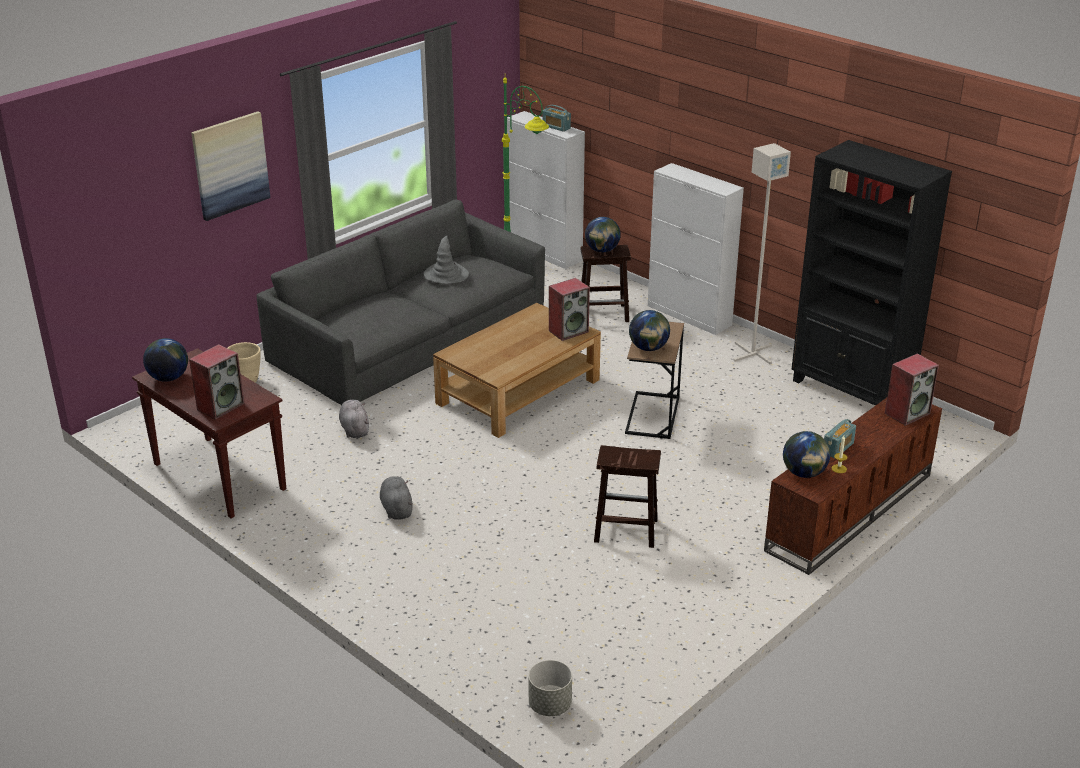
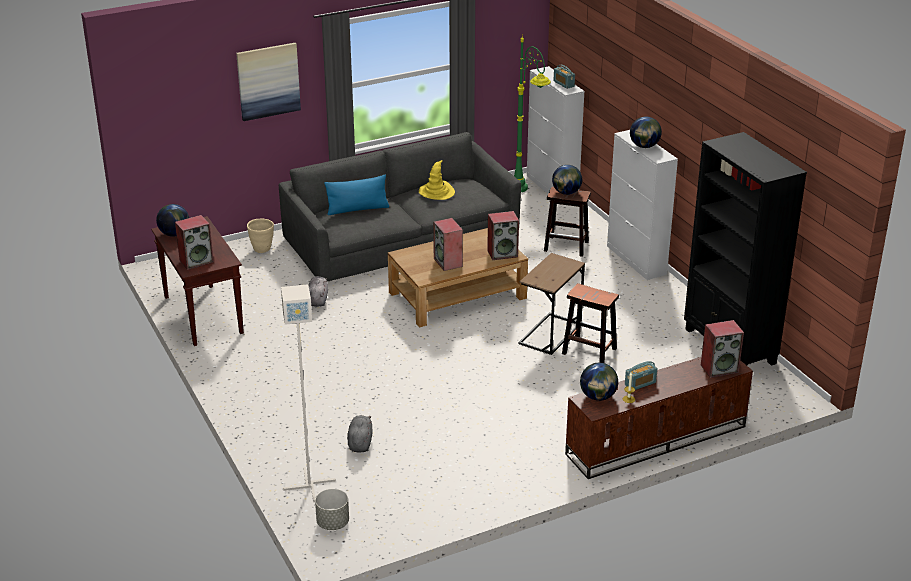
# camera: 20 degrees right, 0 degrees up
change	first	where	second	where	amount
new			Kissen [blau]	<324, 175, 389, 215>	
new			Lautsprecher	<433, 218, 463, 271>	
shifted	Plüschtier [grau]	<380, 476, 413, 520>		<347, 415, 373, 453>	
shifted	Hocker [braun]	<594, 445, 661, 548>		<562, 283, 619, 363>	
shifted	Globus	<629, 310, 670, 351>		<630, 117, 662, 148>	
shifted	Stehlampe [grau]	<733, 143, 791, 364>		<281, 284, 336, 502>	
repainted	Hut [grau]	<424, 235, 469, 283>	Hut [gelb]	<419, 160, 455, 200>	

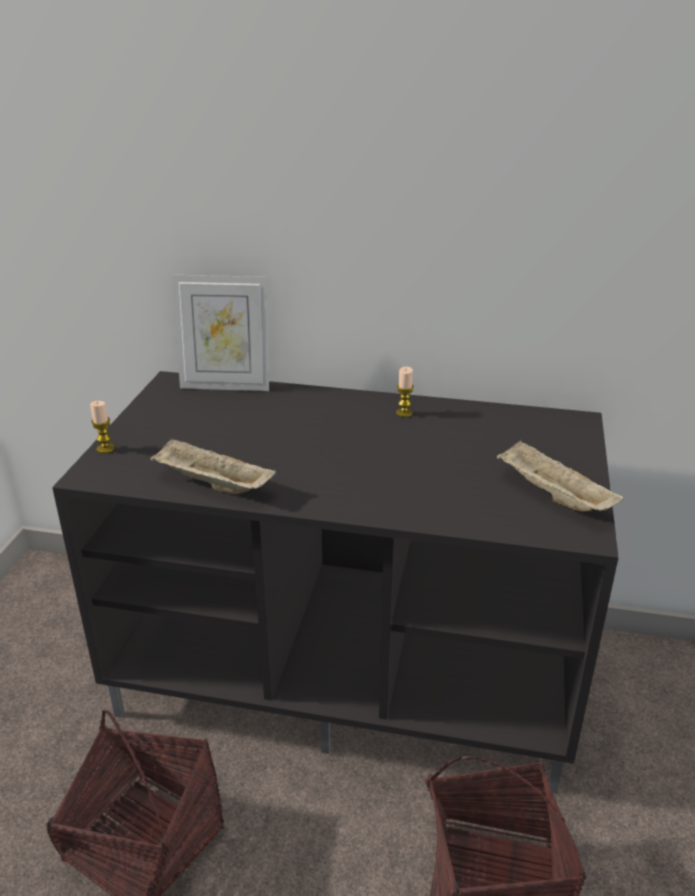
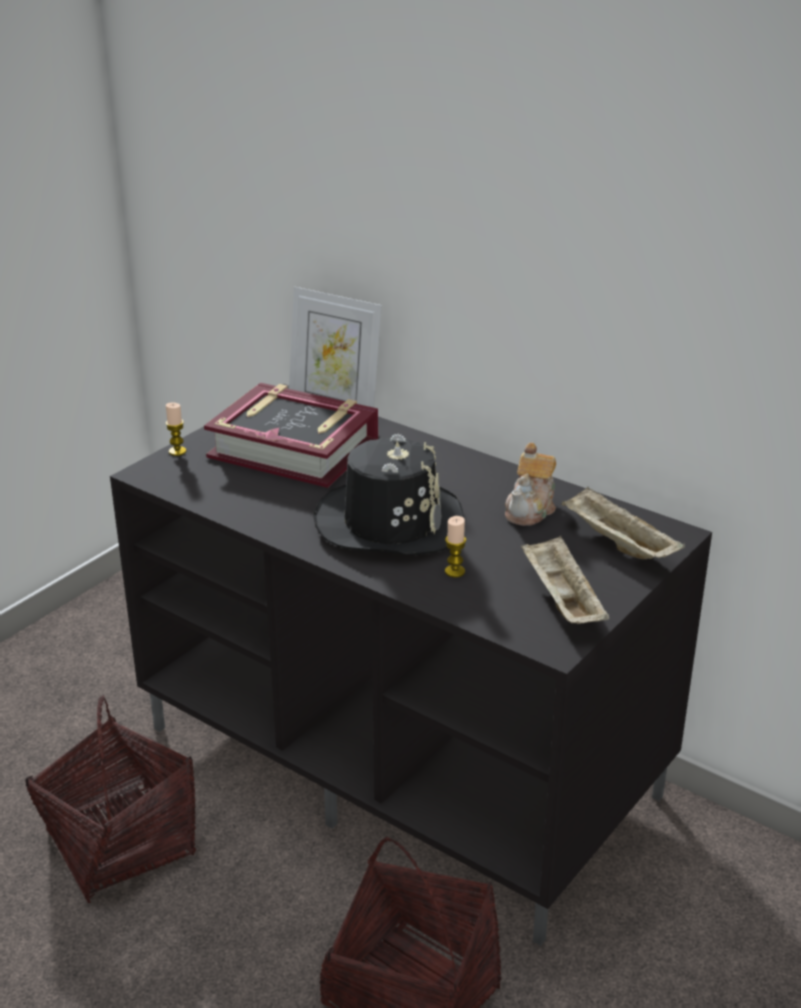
# camera: 25 degrees right, 0 degrees up
change	first	where	second	where	amount
new			Buch	<204, 383, 378, 488>	
new			Hut [schwarz]	<313, 434, 464, 555>	
new			Teekanne	<505, 443, 556, 526>	
shifted	Tablett [beige]	<151, 437, 276, 494>		<561, 486, 685, 559>	
shifted	Kerze	<396, 367, 414, 417>		<445, 516, 466, 578>	

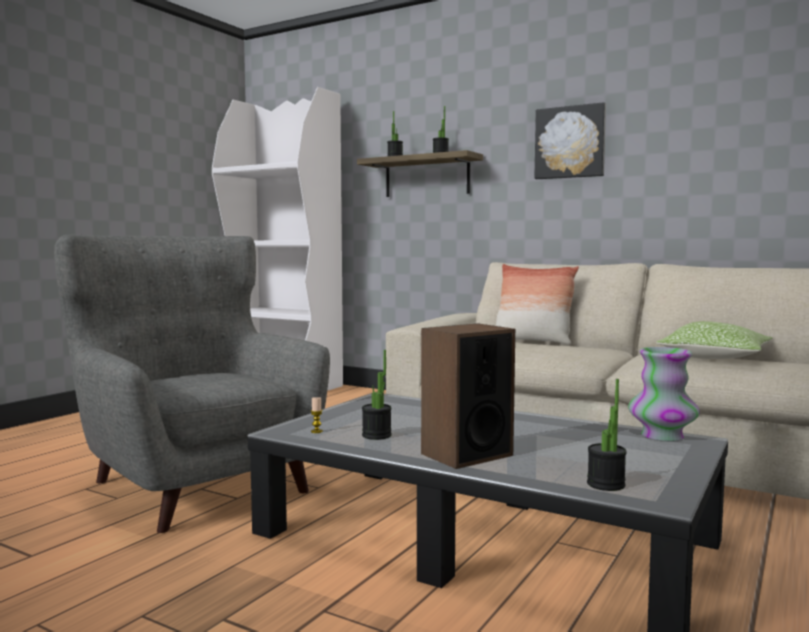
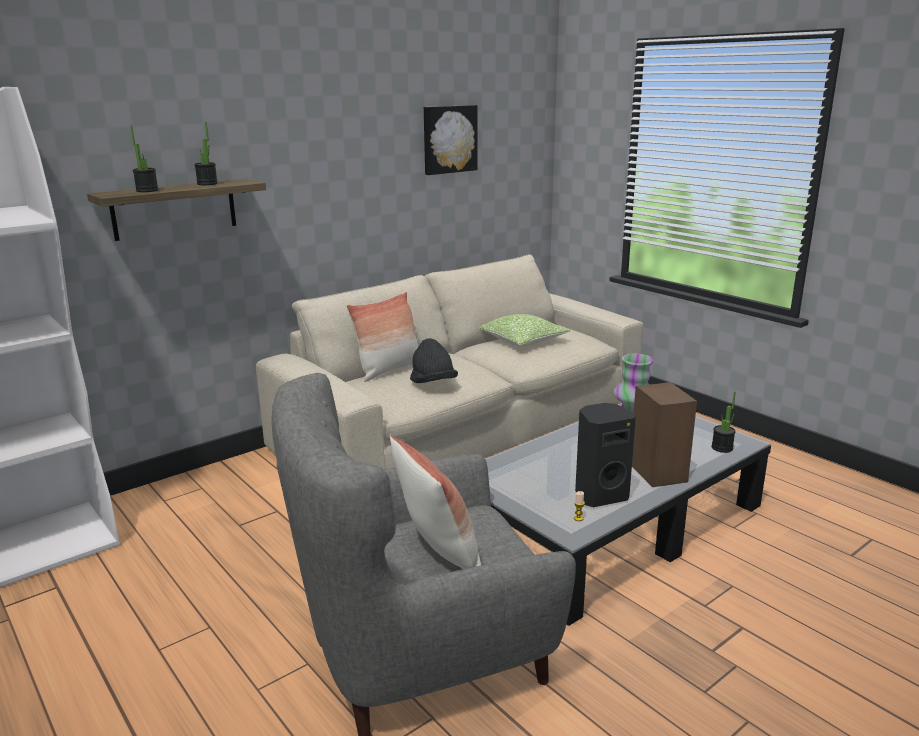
# camera: 70 degrees left, 15 degrees up
change	first	where	second	where	amount
new			Kissen	<390, 434, 481, 569>	
new			Hut [schwarz]	<410, 338, 458, 383>	
shifted	Bild	<534, 102, 606, 179>		<424, 105, 477, 175>	
swapped	Topfpflanze	<362, 350, 392, 440>	Lautsprecher [schwarz]	<575, 403, 636, 507>	

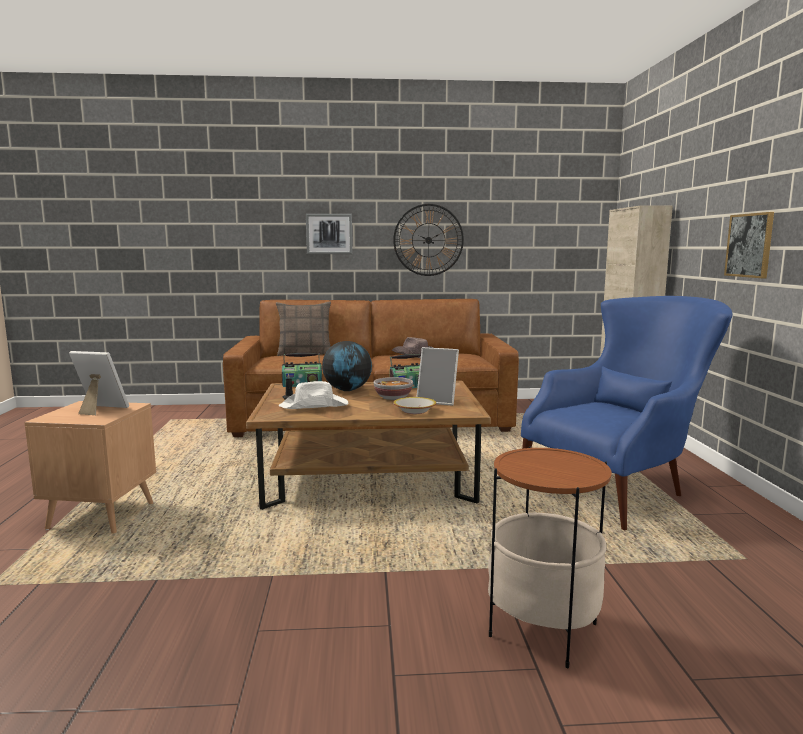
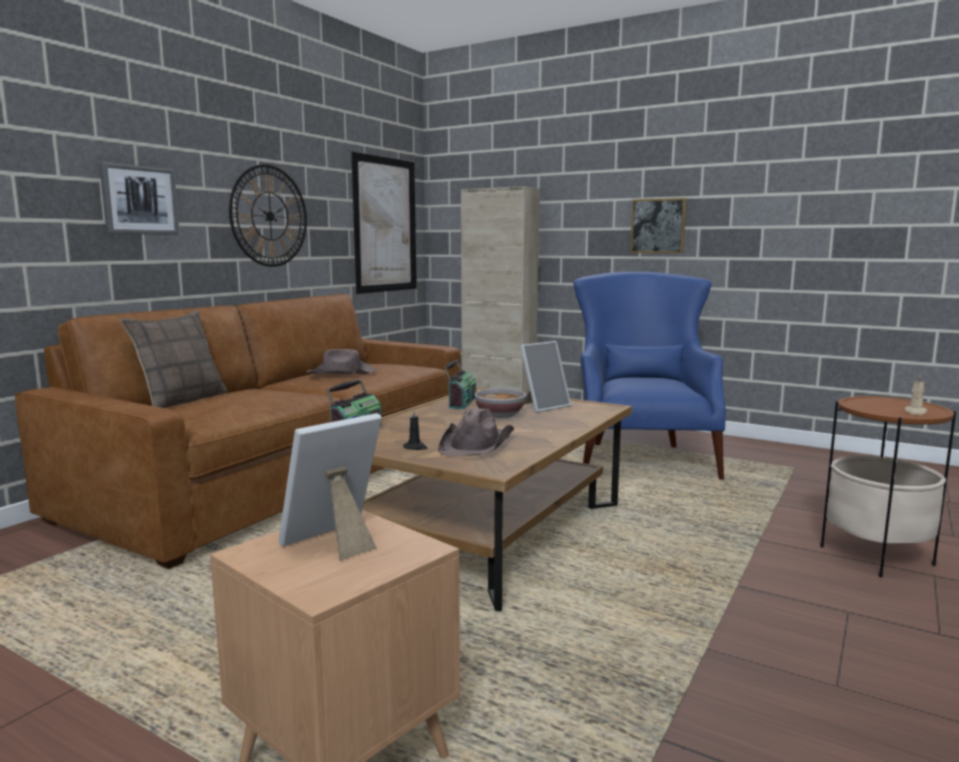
# camera: 55 degrees left, 0 degrees up
change	first	where	second	where	amount
gone	Globus	<322, 341, 372, 391>			
gone	Schüssel	<393, 397, 436, 414>			
new			Bild	<351, 151, 417, 294>	
new			Kerze [beige]	<904, 374, 928, 415>	
repainted	Hut [weiß]	<279, 381, 348, 409>	Hut [braun]	<438, 408, 514, 456>	

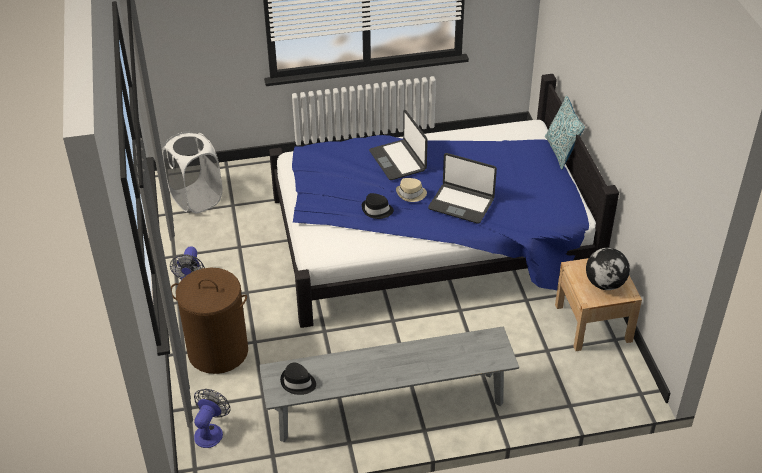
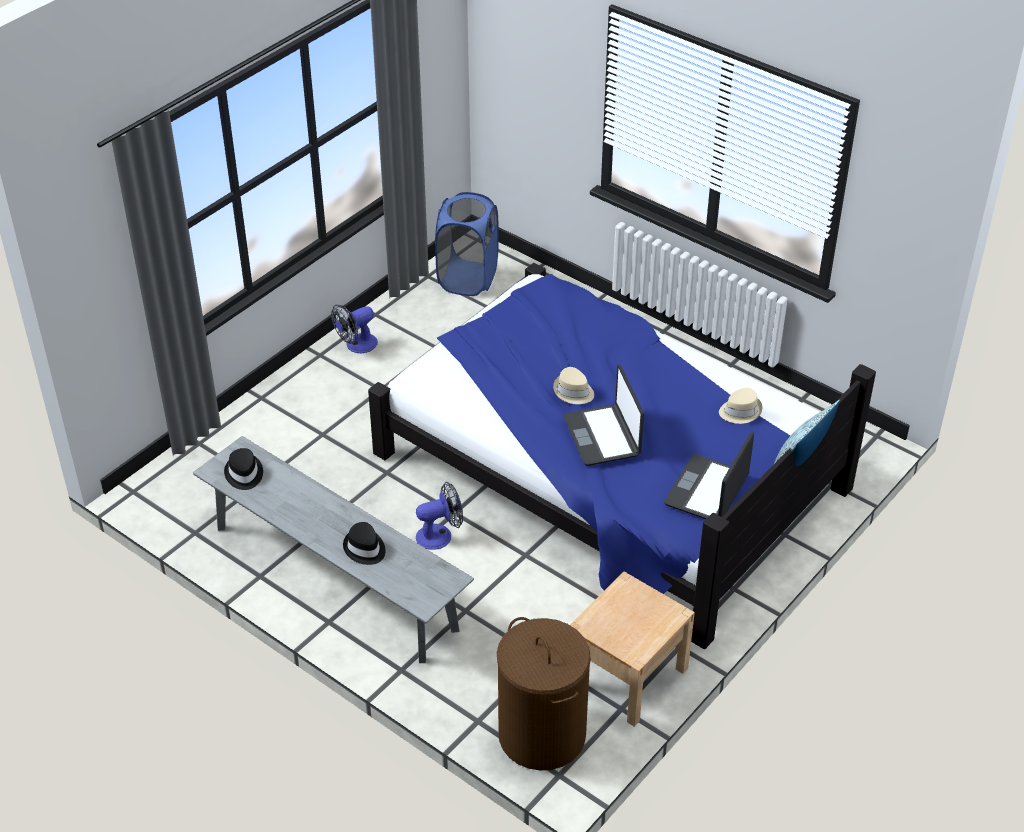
# camera: 50 degrees right, 0 degrees up
change	first	where	second	where	amount
gone	Globus	<586, 248, 630, 290>			
new			Hut [beige]	<719, 388, 763, 424>	
shifted	Wäschekorb [braun]	<171, 268, 248, 374>		<497, 617, 591, 770>	
shifted	Ventilator	<194, 389, 231, 448>		<416, 482, 463, 550>	
shifted	Hut [schwarz]	<362, 193, 394, 219>		<343, 522, 386, 565>	
shifted	Laptop	<369, 110, 428, 180>		<664, 431, 754, 519>	
repainted	Wäschekorb [weiß]	<162, 131, 223, 214>	Wäschekorb [blau]	<435, 192, 499, 296>	

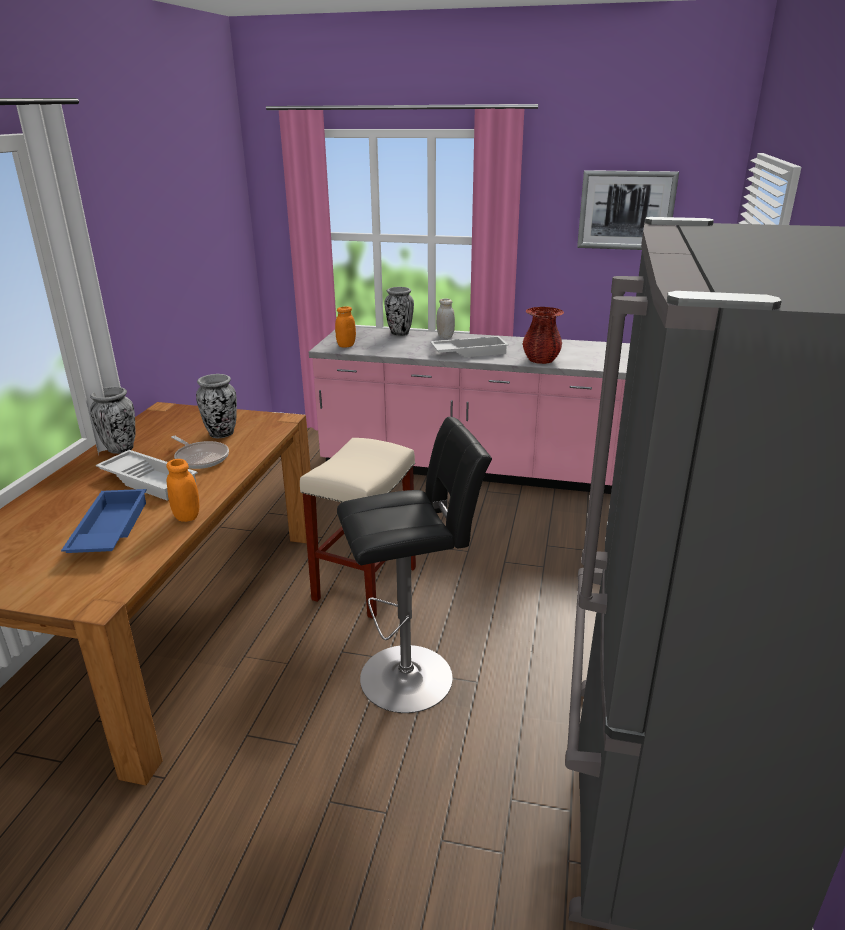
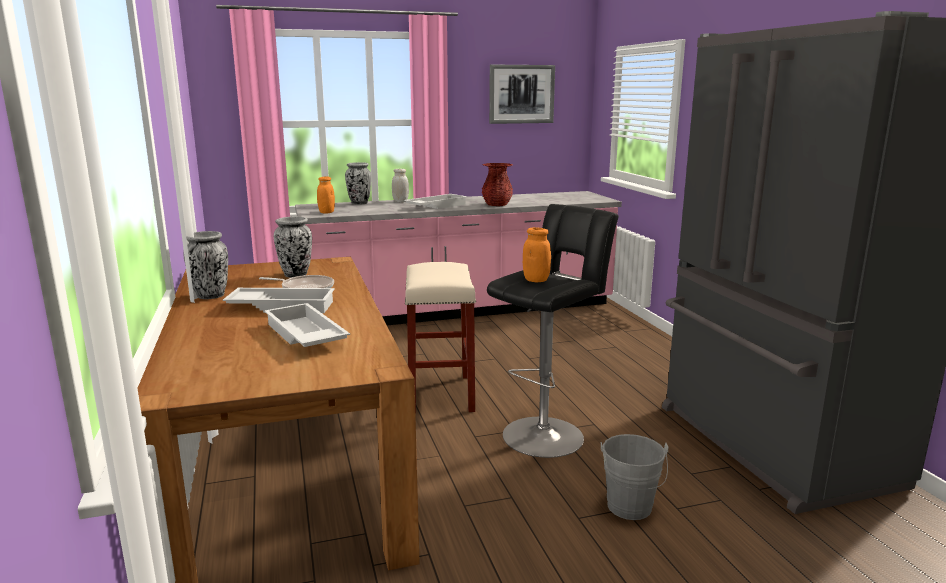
# camera: 30 degrees left, 10 degrees down
change	first	where	second	where	amount
new			Eimer [grau]	<601, 434, 669, 520>	
shifted	Vorratsglas [orange]	<167, 459, 199, 522>		<523, 227, 551, 282>	
repainted	Tablett [blau]	<61, 489, 147, 553>	Tablett [weiß]	<264, 303, 350, 347>	

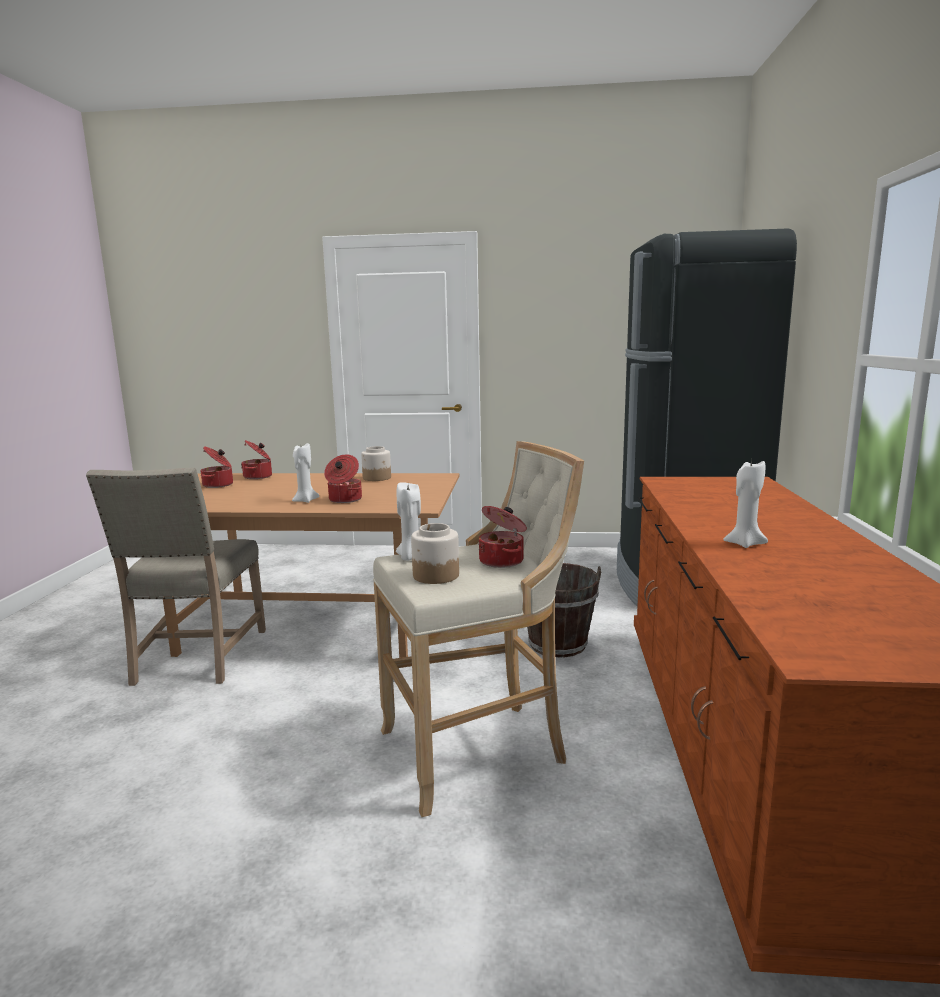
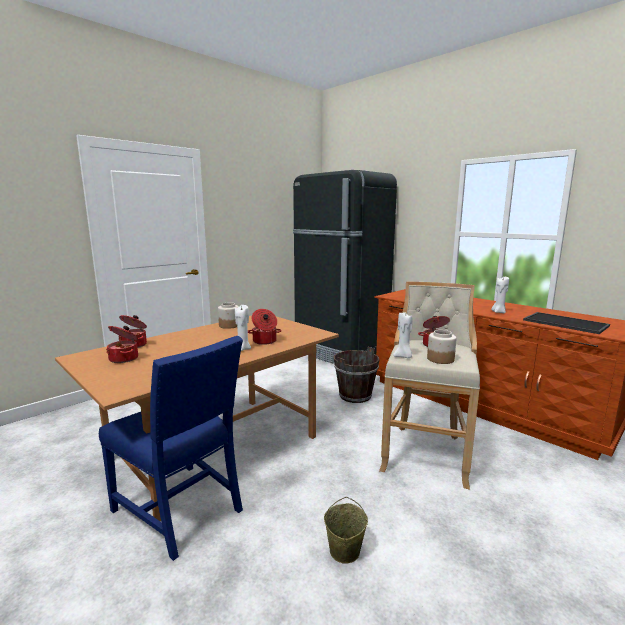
# camera: 50 degrees left, 0 degrees up
change	first	where	second	where	amount
new			Eimer [beige]	<324, 497, 368, 564>	
new			Tablett	<523, 312, 610, 334>	
repainted	Stuhl [beige]	<86, 467, 266, 686>	Stuhl [blau]	<99, 336, 243, 561>	

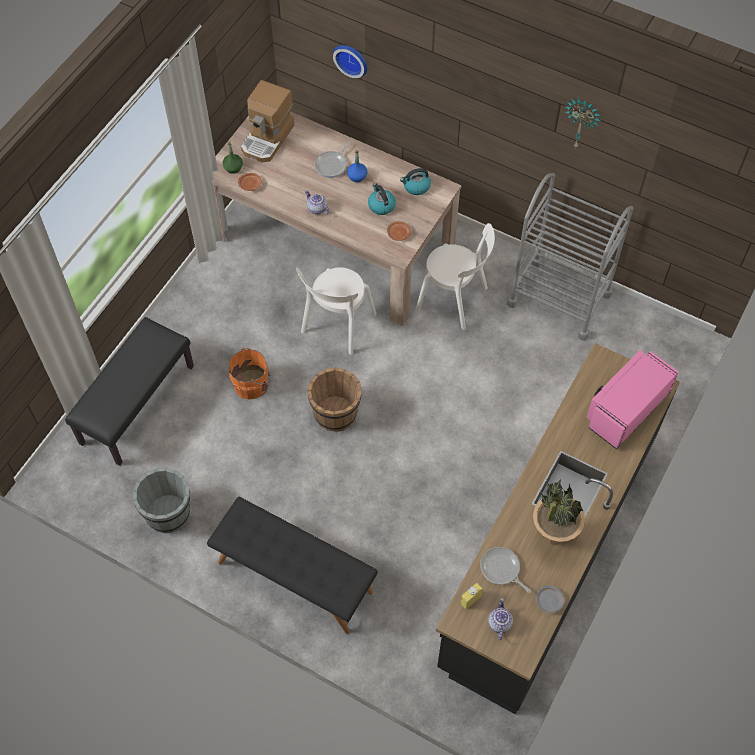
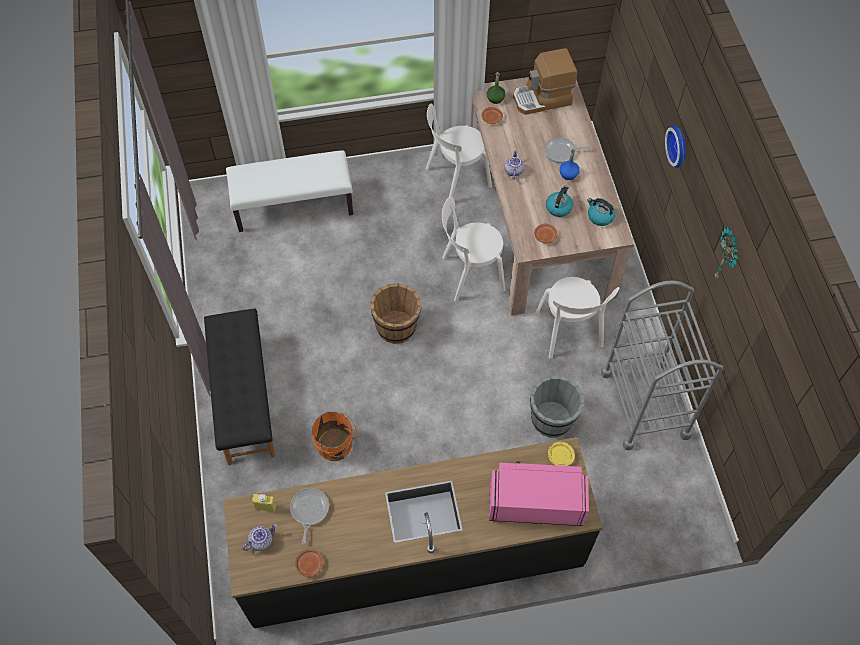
# camera: 50 degrees right, 0 degrees up
change	first	where	second	where	amount
gone	Topfpflanze	<533, 480, 585, 544>			
new			Stuhl [weiß]	<426, 103, 492, 197>	
new			Teller [gelb]	<548, 442, 575, 466>	
shifted	Eimer [grau]	<133, 468, 190, 533>		<530, 376, 584, 438>	
shifted	Eimer [orange]	<228, 348, 271, 400>		<312, 412, 357, 461>	
shifted	Wanduhr	<333, 45, 368, 78>		<665, 125, 686, 168>	
repainted	Bank [schwarz]	<65, 317, 194, 466>	Bank [weiß]	<226, 150, 353, 232>	
repainted	Teller [grau]	<536, 586, 565, 613>	Teller [braun]	<295, 549, 323, 577>	

